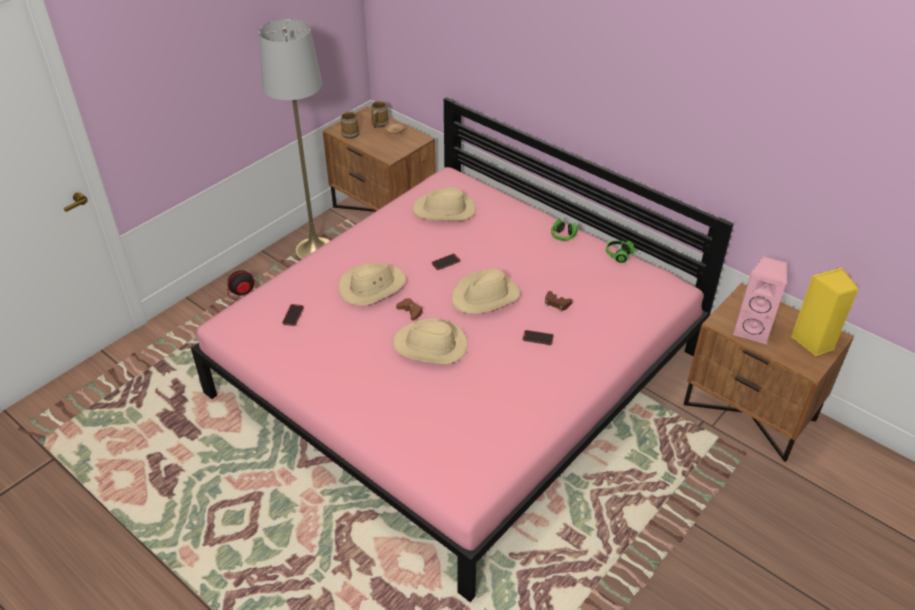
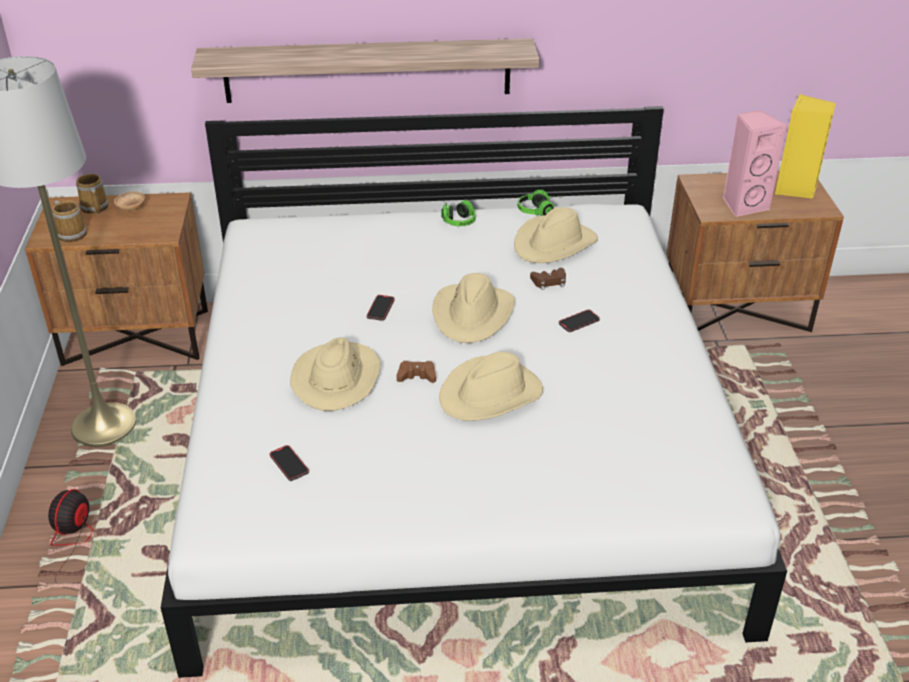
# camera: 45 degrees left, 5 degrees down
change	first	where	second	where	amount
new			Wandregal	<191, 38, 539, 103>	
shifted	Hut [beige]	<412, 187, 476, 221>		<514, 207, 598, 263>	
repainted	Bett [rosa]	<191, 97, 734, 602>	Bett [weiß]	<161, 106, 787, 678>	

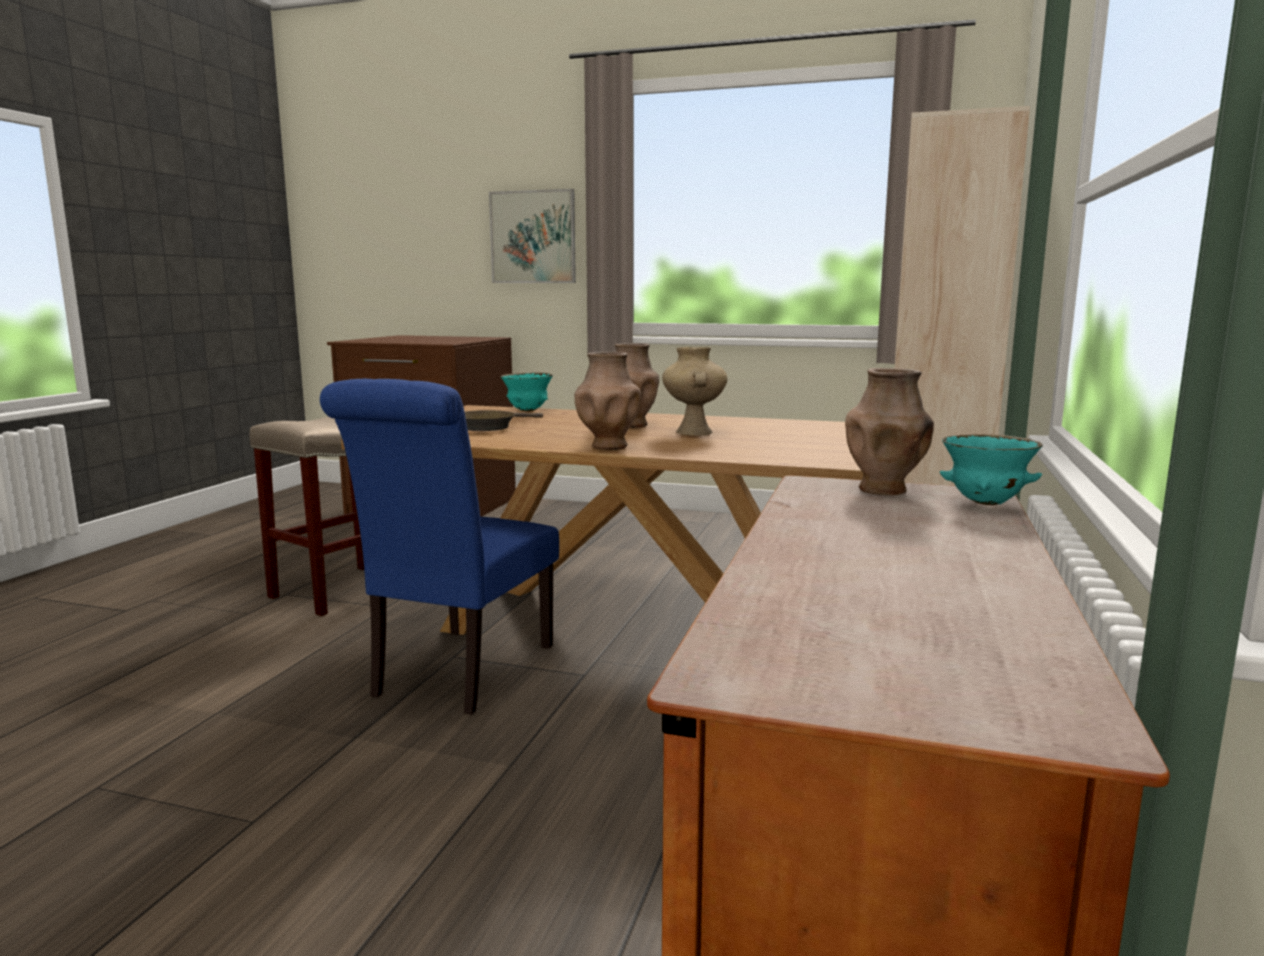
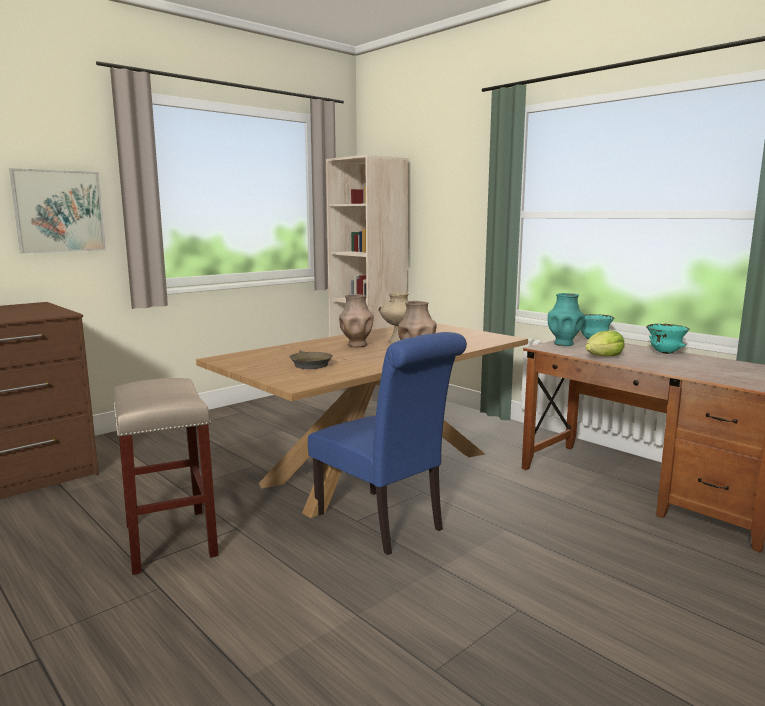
# camera: 60 degrees left, 0 degrees up
change	first	where	second	where	amount
new			Salatkopf	<585, 330, 625, 356>	
shifted	Schüssel [türkis]	<501, 373, 553, 411>		<646, 324, 689, 354>	
repainted	Vase [braun]	<845, 368, 934, 495>	Vase [türkis]	<548, 293, 585, 346>	

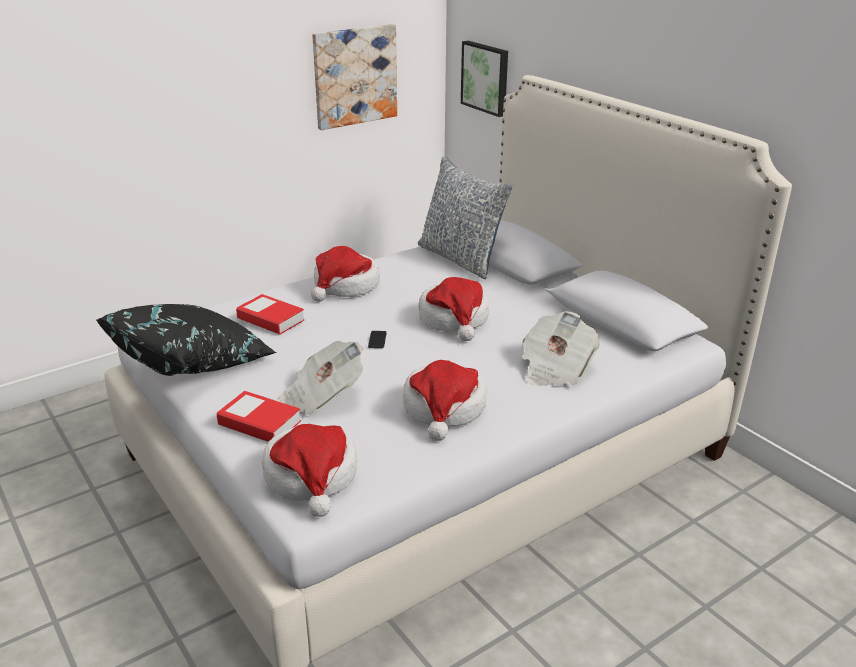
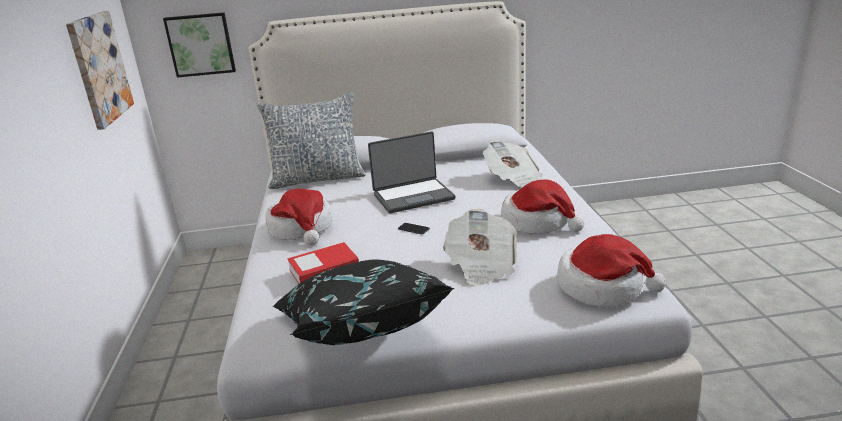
# camera: 60 degrees left, 5 degrees down
change	first	where	second	where	amount
gone	Buch	<217, 391, 301, 442>			
swapped	Hut	<419, 277, 489, 341>	Laptop	<368, 131, 455, 214>	

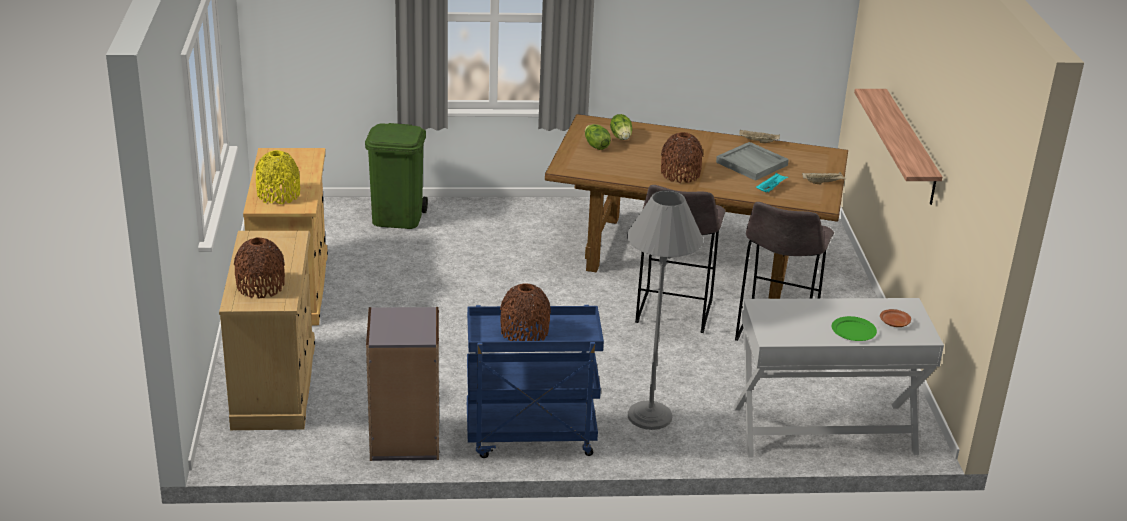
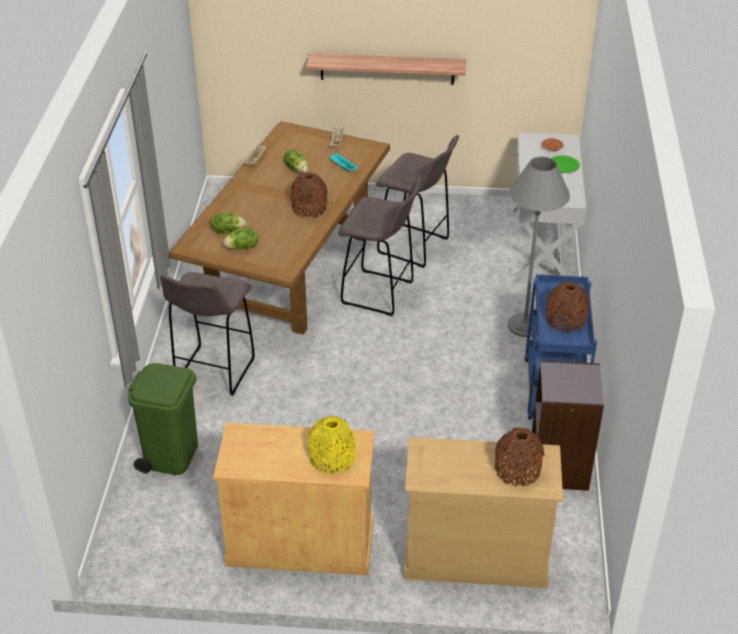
# camera: 80 degrees left, 10 degrees up
change	first	where	second	where	amount
new			Hocker [grau]	<160, 272, 255, 396>	
swapped	Tablett [grau]	<716, 142, 789, 181>	Salatkopf	<284, 149, 308, 173>	

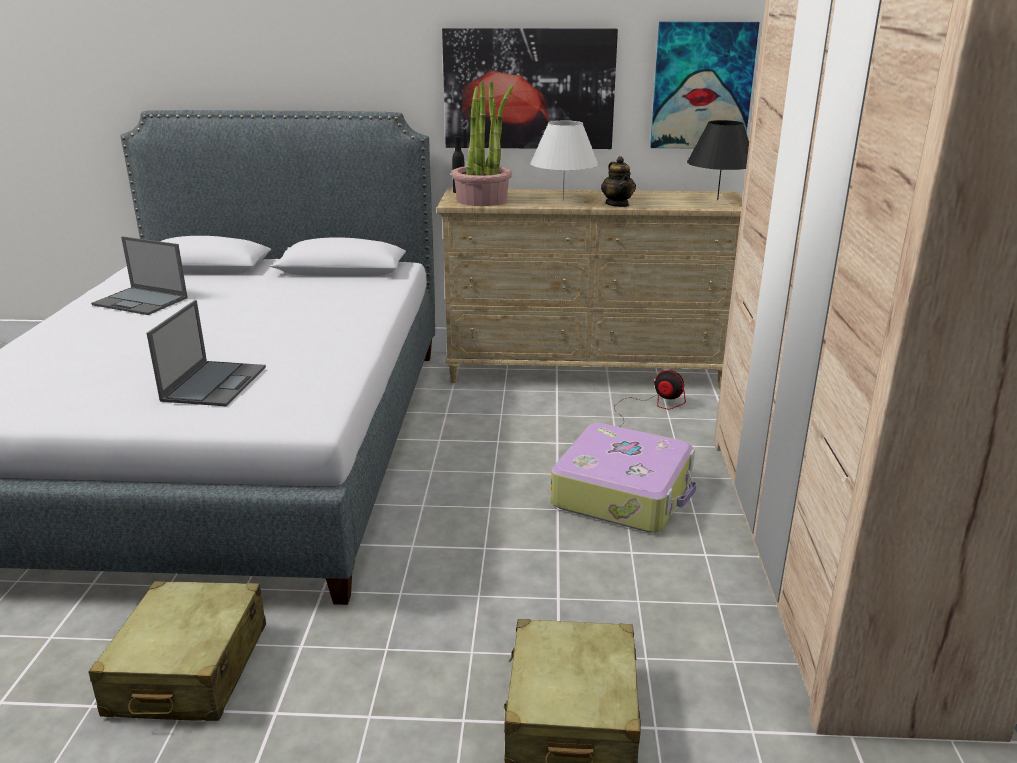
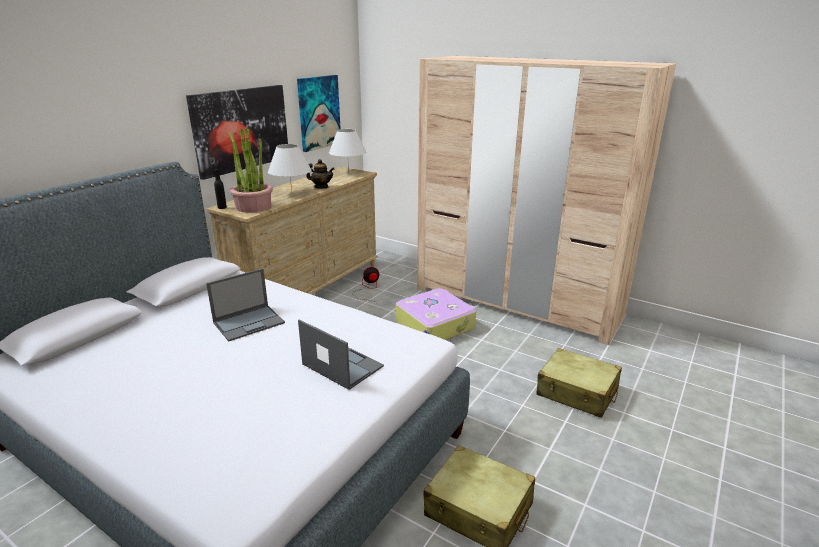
# camera: 60 degrees left, 0 degrees up
change	first	where	second	where	amount
shifted	Laptop	<91, 236, 188, 315>		<206, 268, 285, 342>	
repainted	Tischlampe [schwarz]	<687, 120, 749, 200>	Tischlampe [weiß]	<329, 129, 366, 173>	

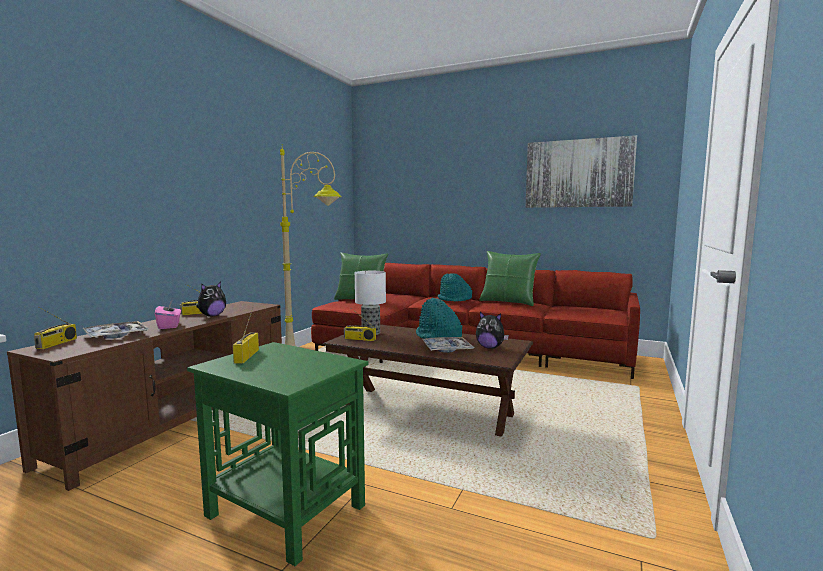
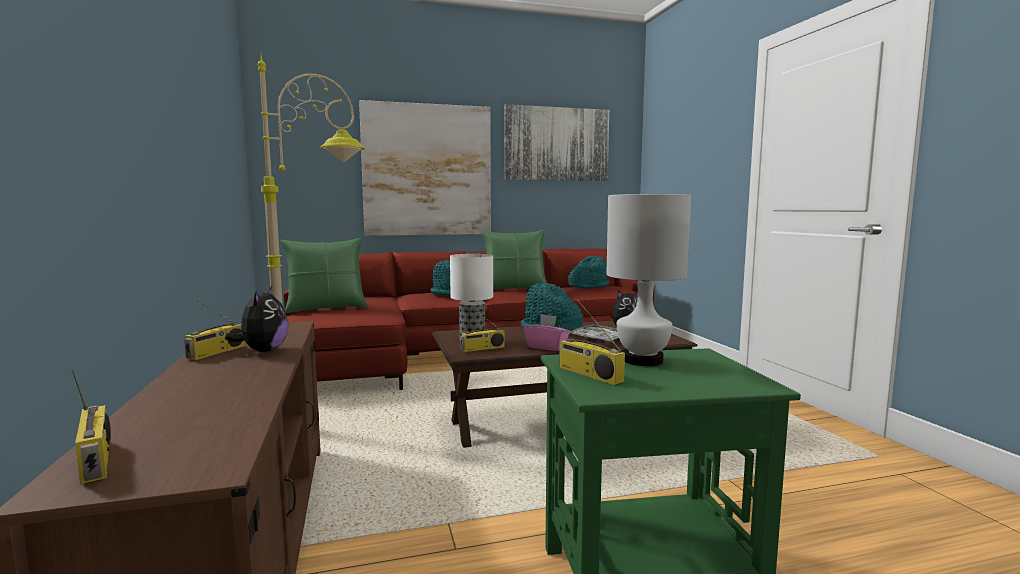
# camera: 40 degrees left, 0 degrees up
change	first	where	second	where	amount
gone	Tablett	<83, 321, 149, 339>			
new			Bild	<359, 100, 491, 236>	
new			Hut [türkis]	<568, 256, 610, 289>	
new			Tischlampe [weiß]	<607, 194, 691, 366>	
shifted	Taschentuchbox [rosa]	<155, 301, 181, 329>		<523, 314, 570, 351>	

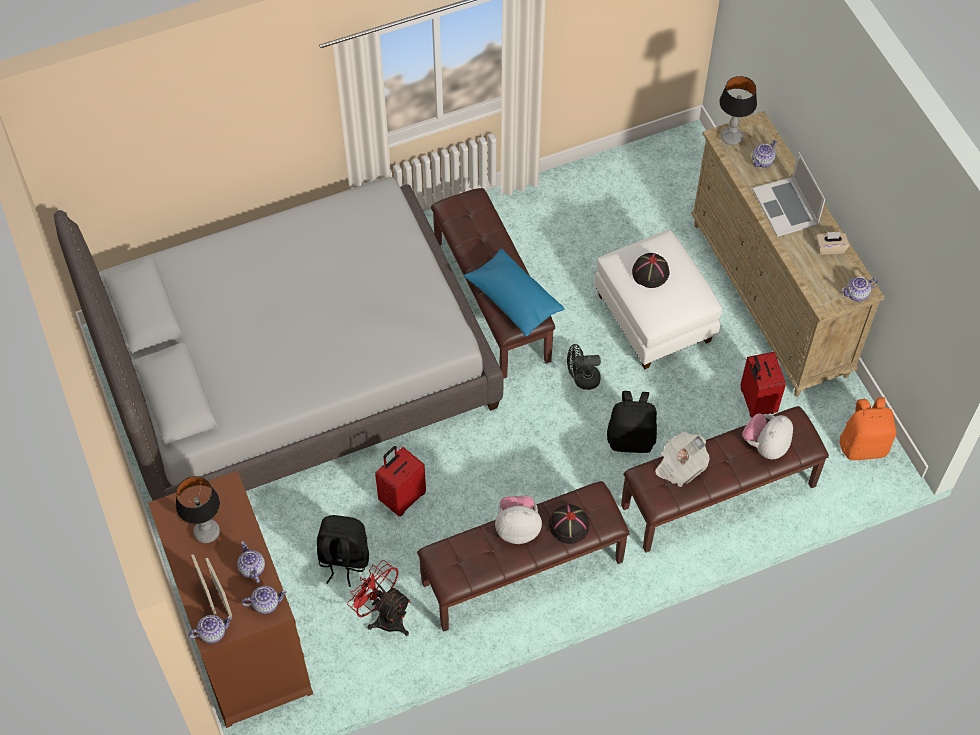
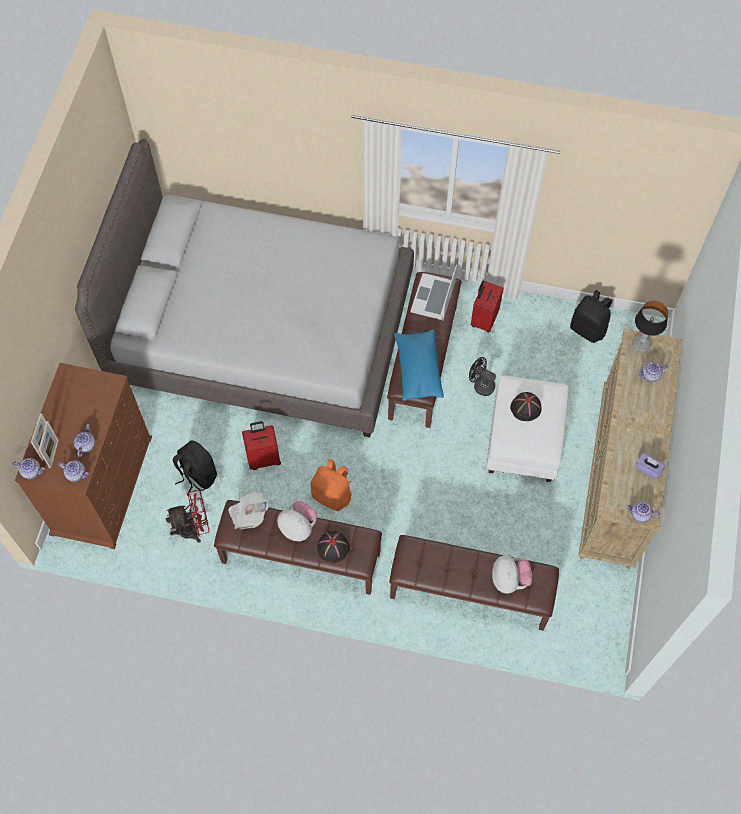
# camera: 35 degrees right, 5 degrees up
change	first	where	second	where	amount
gone	Tischlampe	<176, 476, 220, 543>			
shifted	Ventilator [schwarz]	<567, 344, 601, 390>		<469, 357, 496, 396>	
shifted	Rucksack [schwarz]	<607, 391, 657, 453>		<570, 290, 612, 343>	
shifted	Zeitung	<655, 432, 710, 487>		<228, 492, 268, 529>	
shifted	Koffer [rot]	<741, 352, 786, 418>		<471, 280, 503, 332>	
shifted	Laptop	<752, 152, 825, 237>		<410, 264, 457, 320>	
shifted	Rucksack [orange]	<839, 397, 896, 460>		<311, 459, 352, 511>	
repainted	Taschentuchbox [beige]	<816, 232, 850, 255>	Taschentuchbox [lila]	<636, 453, 665, 479>	
rotated	Ventilator [rot]	<347, 560, 411, 636>		<166, 490, 210, 543>	90 degrees clockwise
rotated	Plüschtier	<742, 413, 793, 459>		<492, 555, 532, 594>	105 degrees clockwise

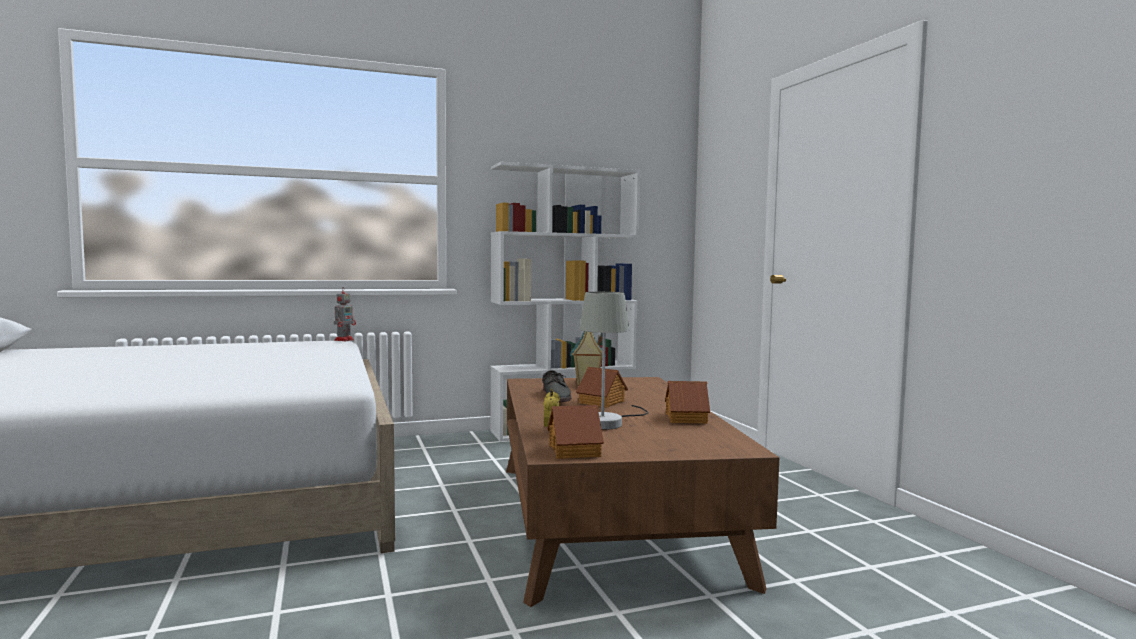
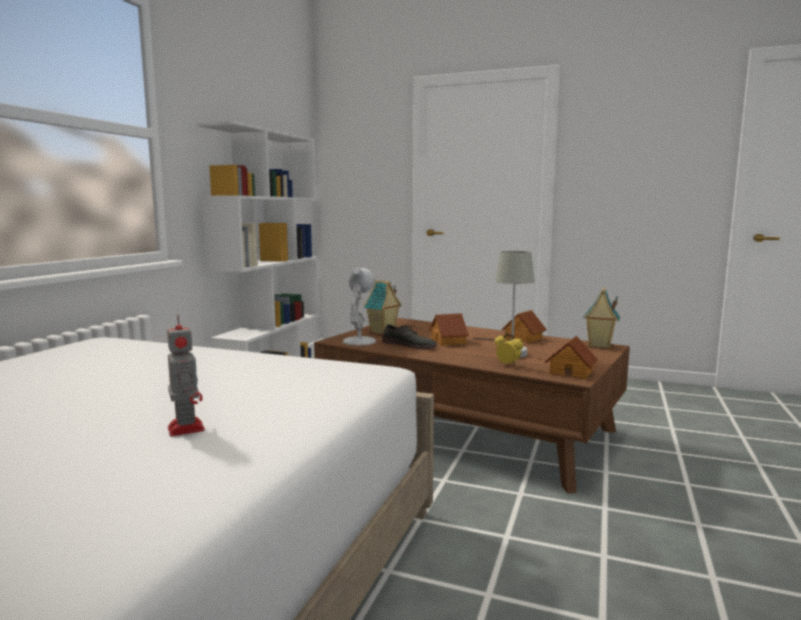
# camera: 50 degrees left, 5 degrees up
change	first	where	second	where	amount
new			Tischlampe [weiß]	<343, 267, 376, 346>	
new			Spielzeughaus	<583, 287, 620, 348>	
shifted	Spielzeugroboter	<334, 287, 356, 341>		<167, 314, 205, 437>	

